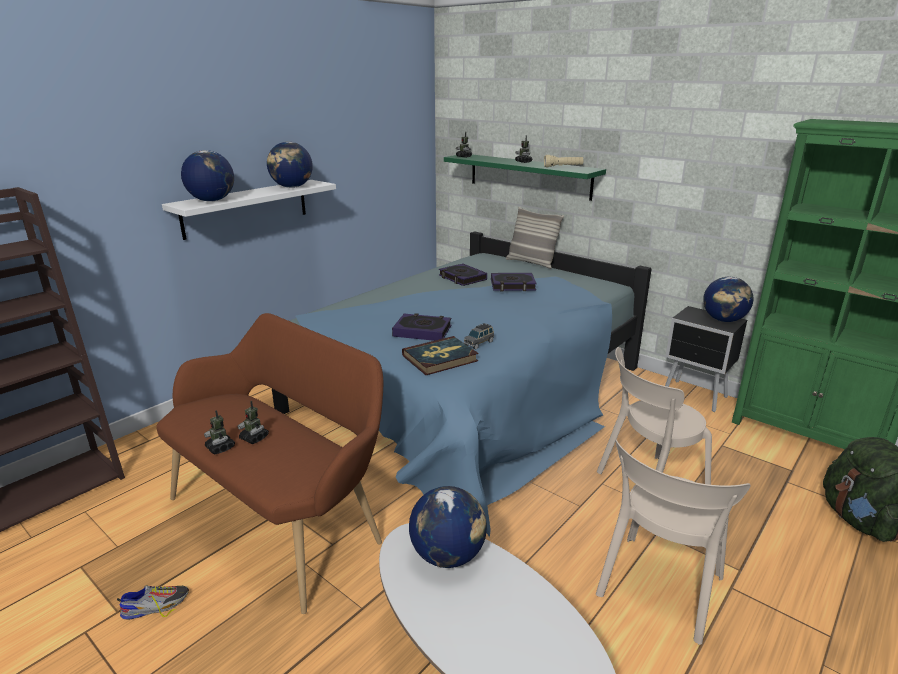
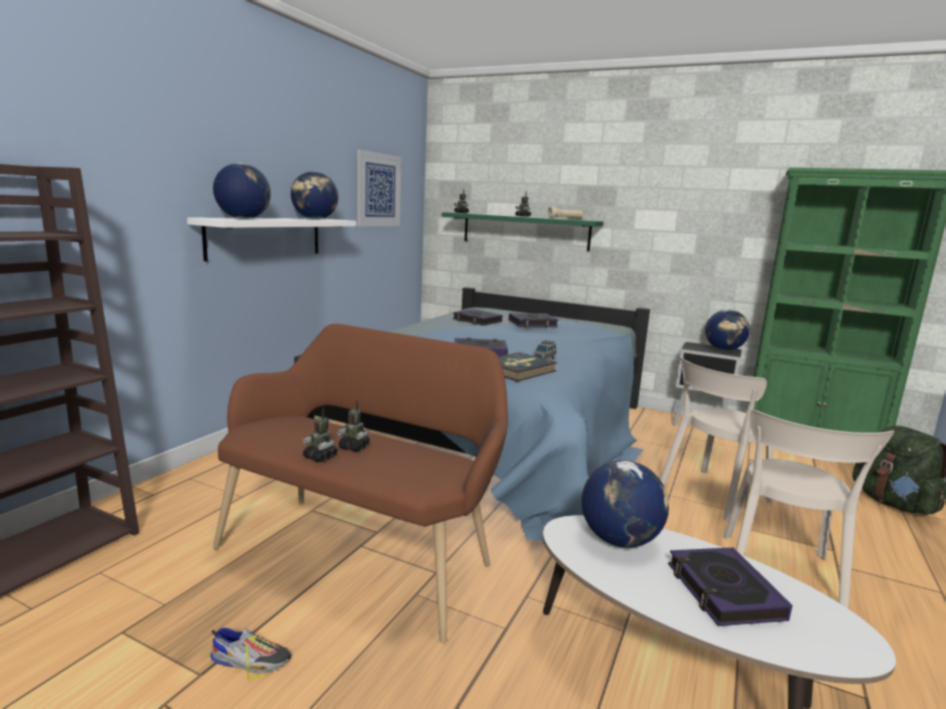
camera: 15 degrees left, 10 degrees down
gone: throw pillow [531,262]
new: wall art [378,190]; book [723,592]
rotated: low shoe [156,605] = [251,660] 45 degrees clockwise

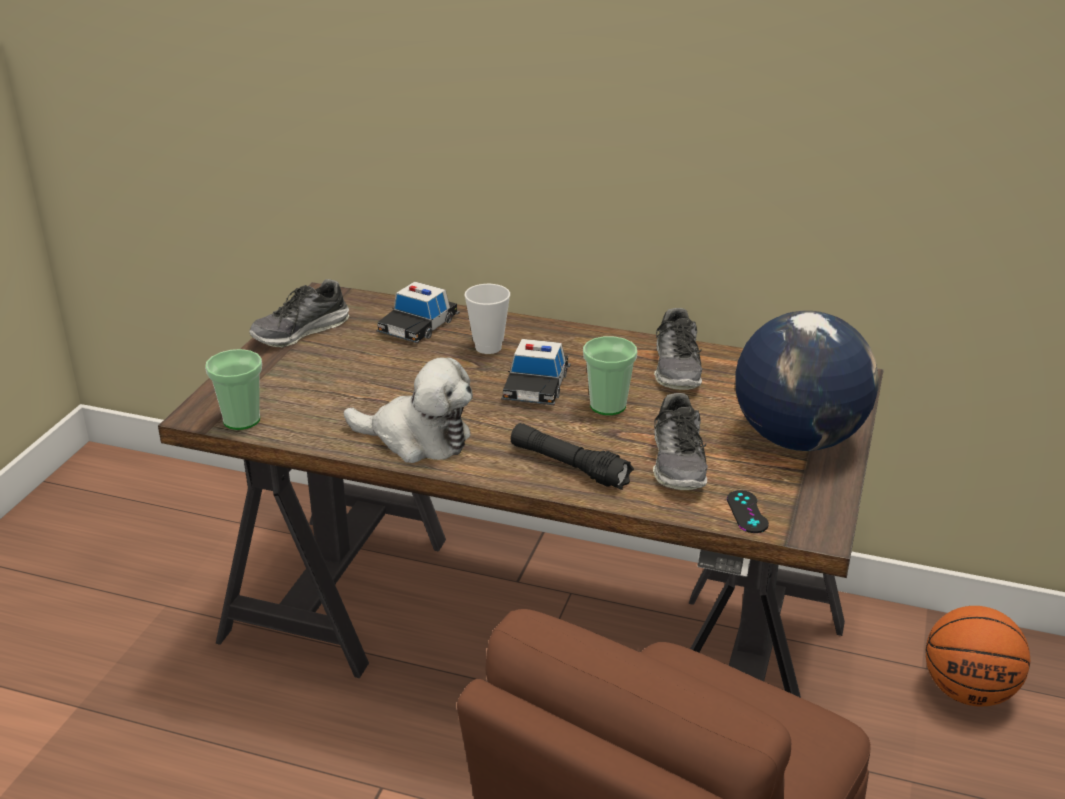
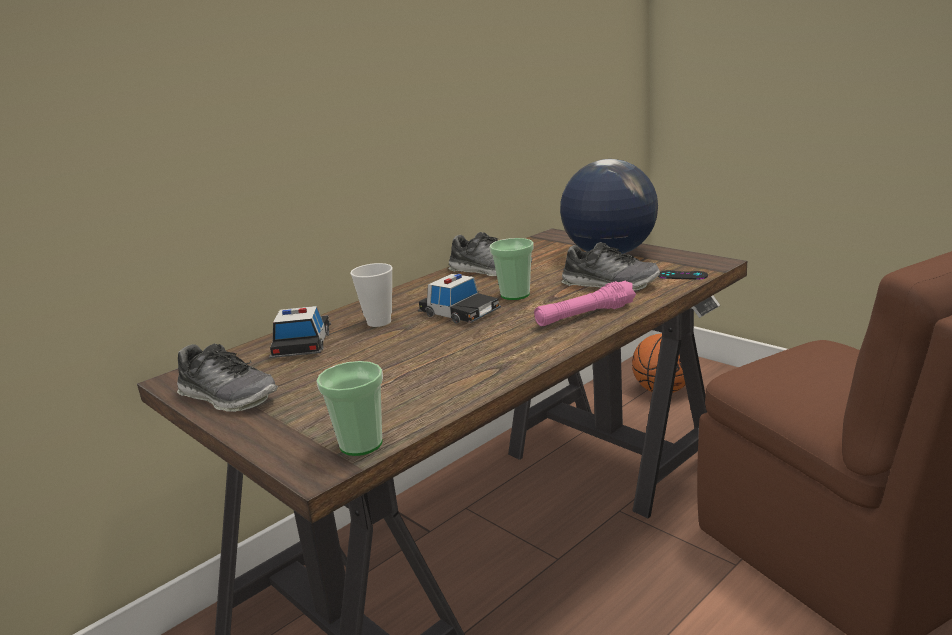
camera: 60 degrees left, 10 degrees down
gone: plush toy [417,439]
repainted: blackish hand torch [569,466] to pink hand torch [585,315]
rotated: low shoe [301,331] = [228,397] 45 degrees counterclockwise; miniature car [418,325] = [302,343] 150 degrees counterclockwise

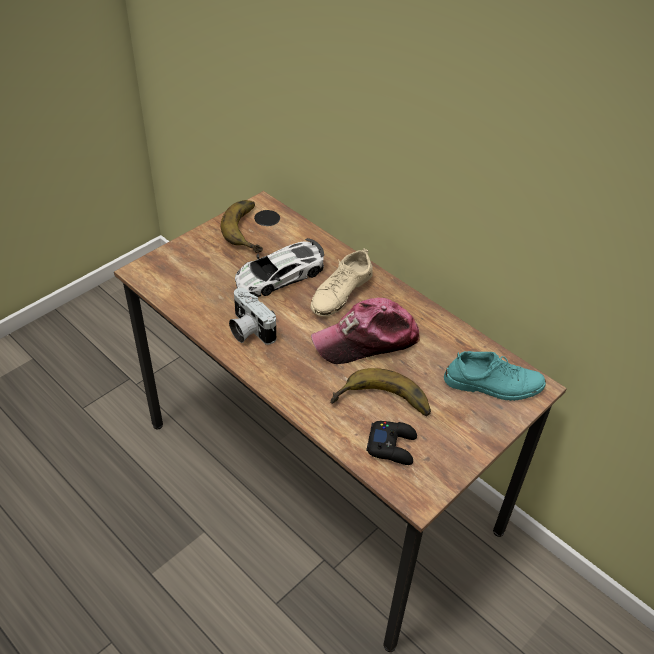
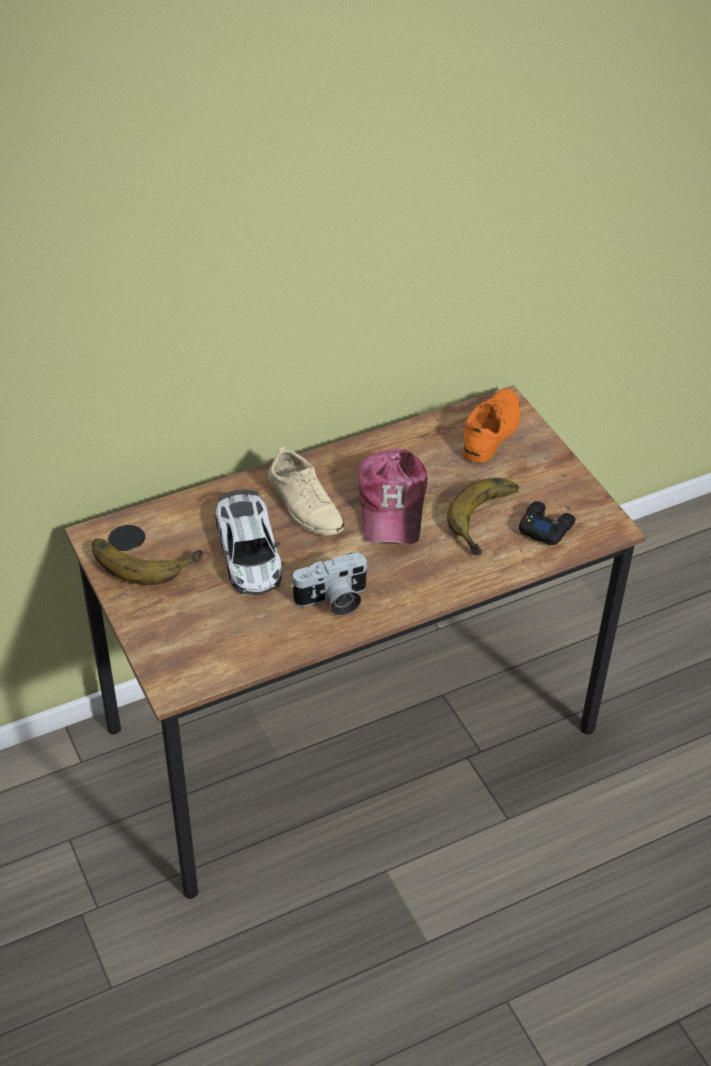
camera: 70 degrees left, 0 degrees up
repainted: blue-green low shoe [493,384] to orange-coloured low shoe [492,431]

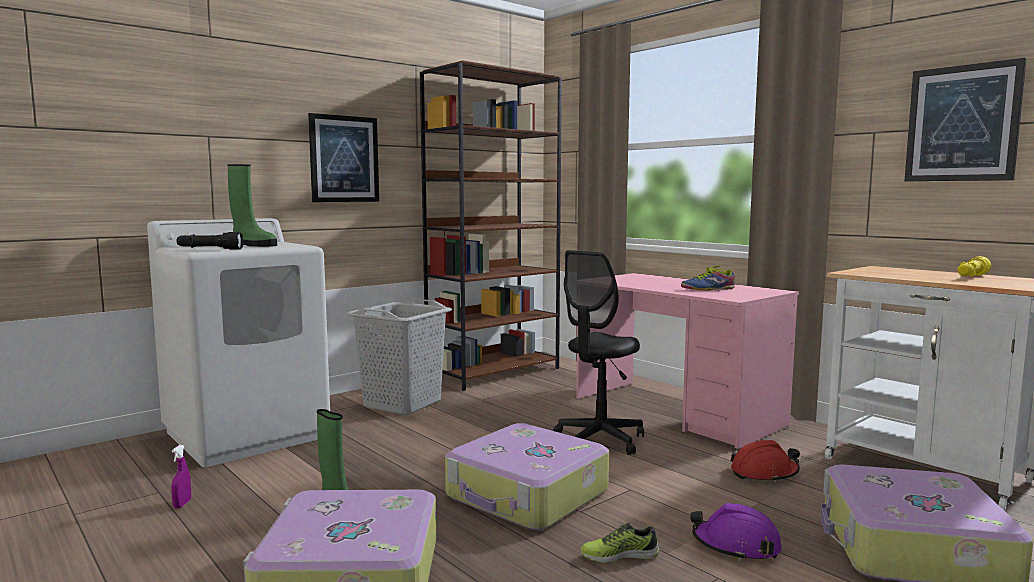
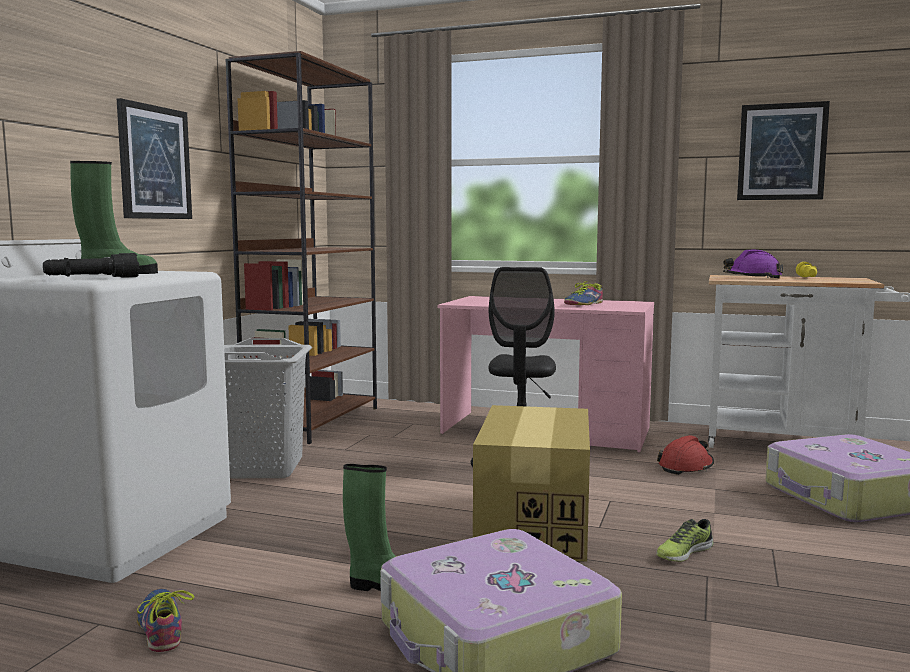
camera: 30 degrees left, 0 degrees up
shifted: purple-coloured hard hat [736,546] to [752,278]
swapped: purple-coloured spray bottle [182,504] to low shoe [161,627]; travel case [527,495] to carton [534,524]

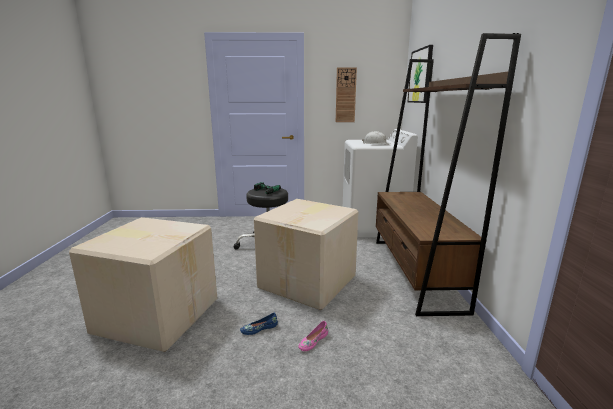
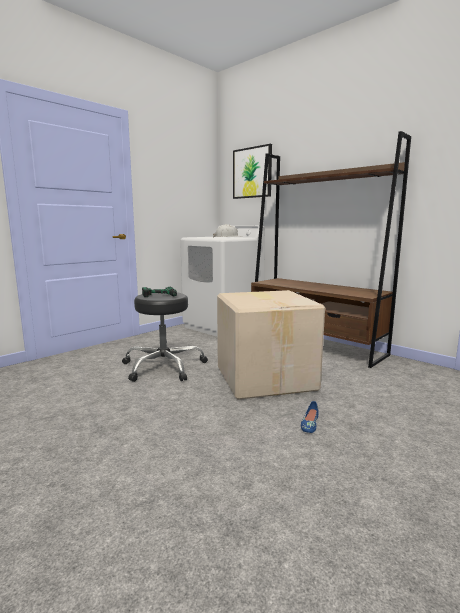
camera: 45 degrees left, 5 degrees down
gone: carton [157,314]; pink low shoe [313,341]; wall clock [345,95]

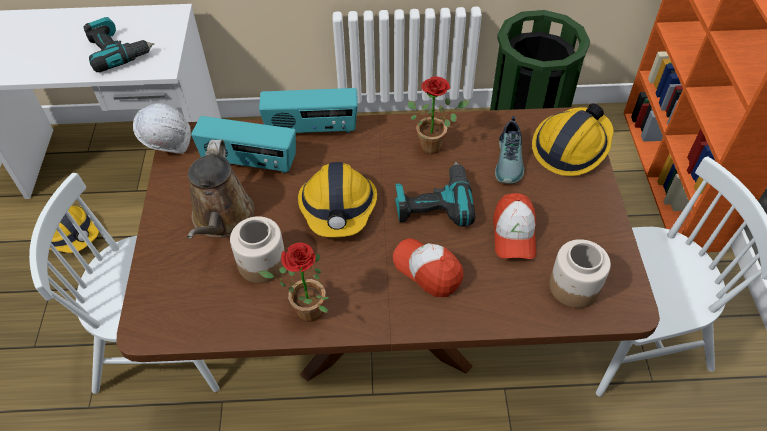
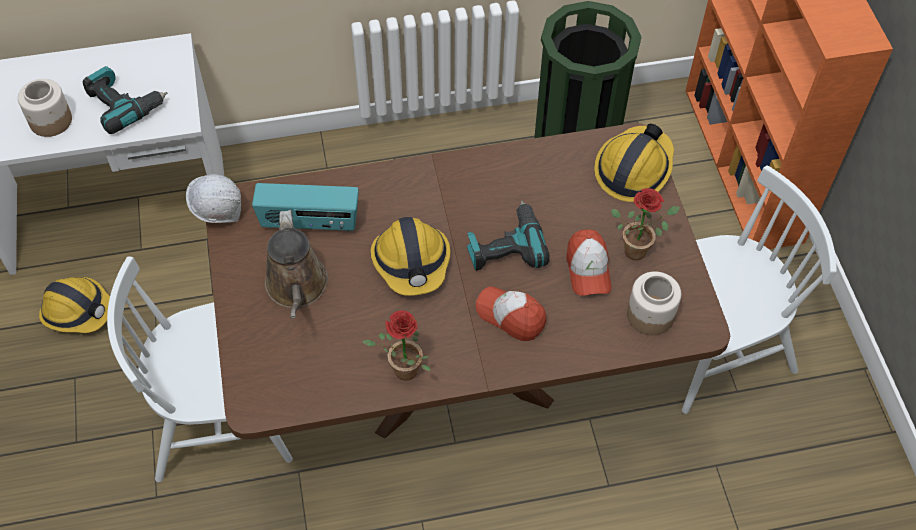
camera: 10 degrees left, 5 degrees up
gone: radio set [312,129]; low shoe [510,160]
shifted: jar [262,263] to [51,121]; houseplant [434,145] to [639,248]

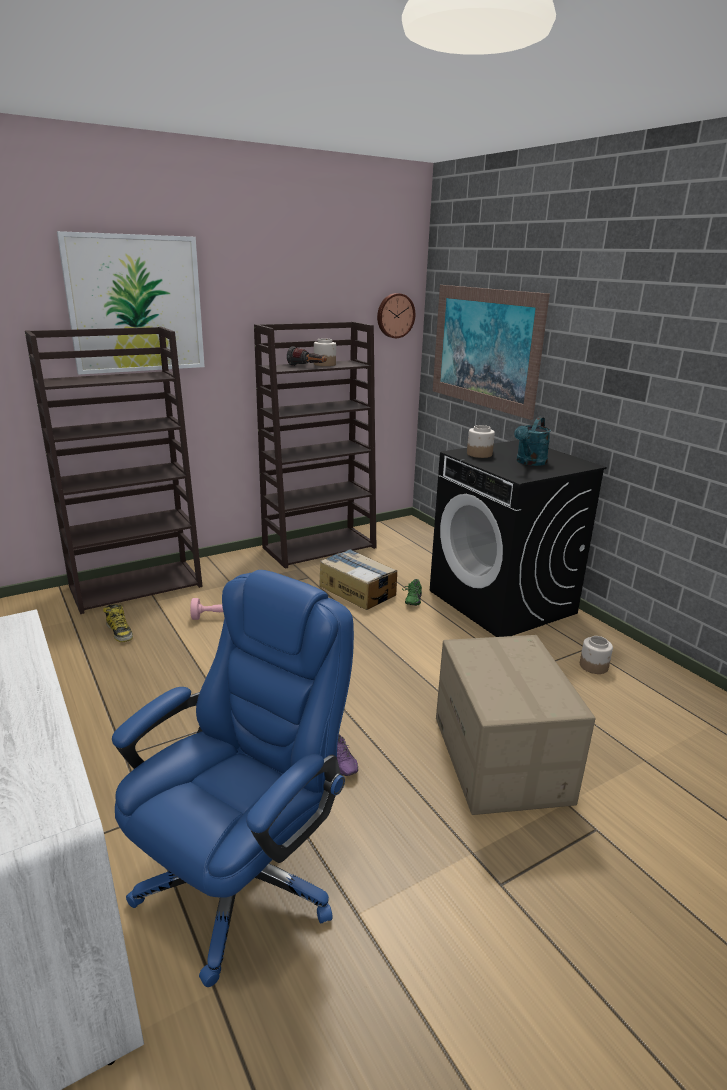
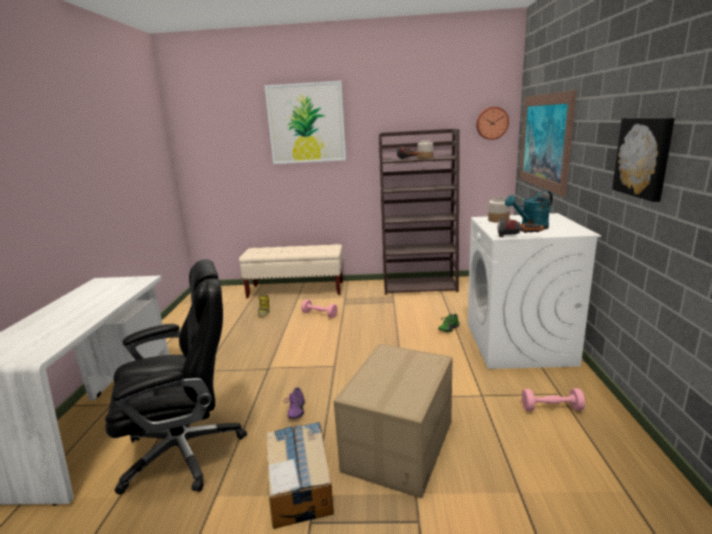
camera: 35 degrees right, 5 degrees down
new: hand torch [519,237]; wall art [644,157]
shifted: carton [357,590] to [300,484]
swapped: brownish bookcase [137,586] to sand-coloured indoor bench [296,290]; jar [594,666] to pink free weight [551,408]
repainted: bluish desk chair [242,878] to blackish desk chair [186,450]; blackish washing machine [502,602] to white-coloured washing machine [519,344]

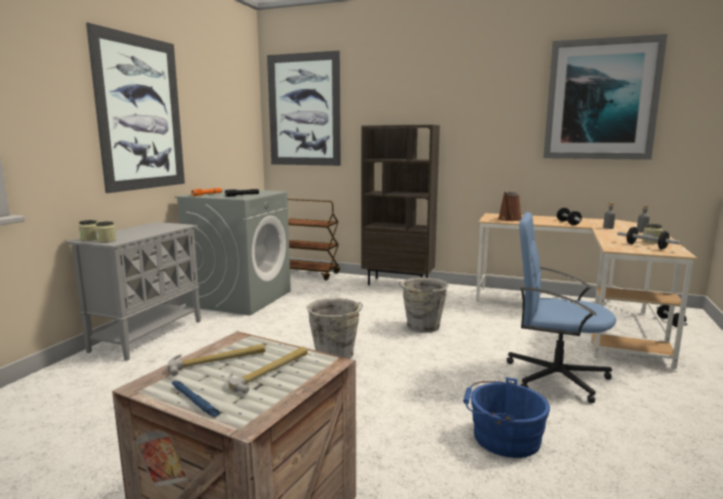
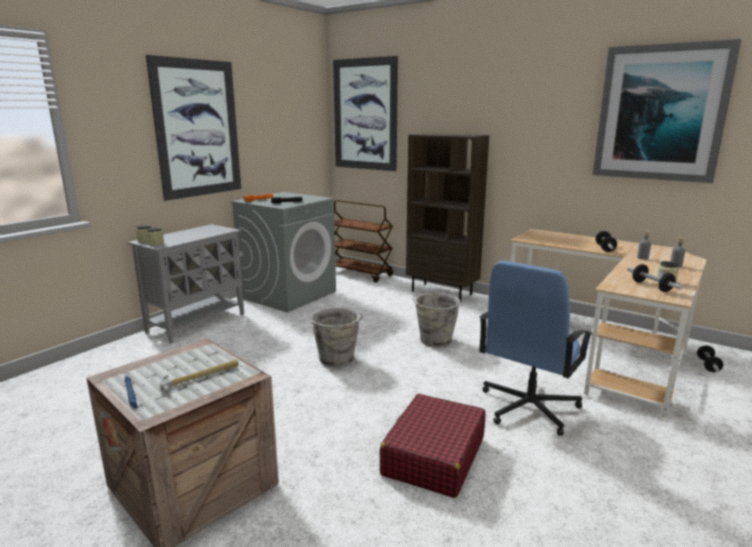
camera: 15 degrees right, 5 degrees up
gone: hammer [218,361]; brownish sprinkling can [509,219]
swapped: bluish water bucket [502,437] to reddish travel case [433,456]
rotated: bluish desk chair [554,376] = [528,407] 90 degrees counterclockwise

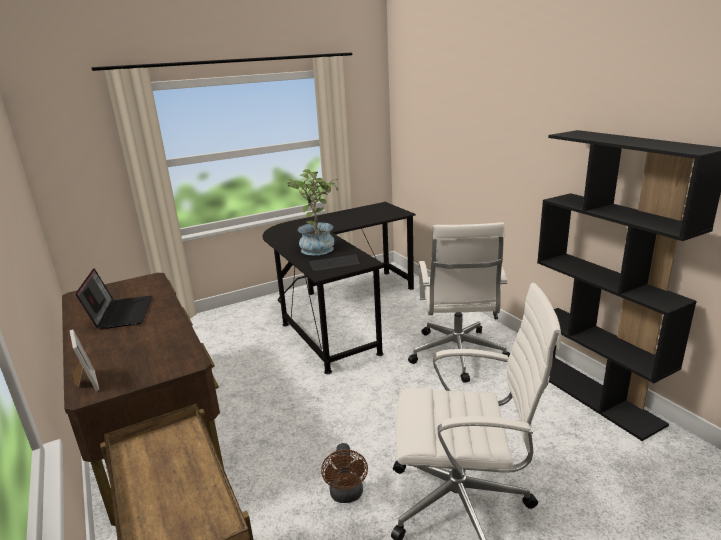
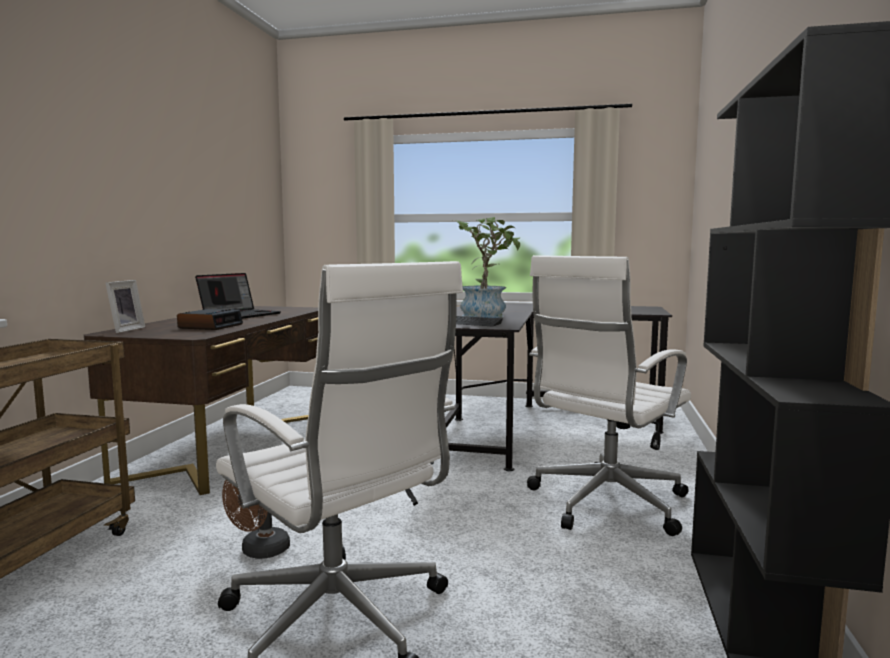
camera: 40 degrees right, 15 degrees down
new: bedside clock [210,326]

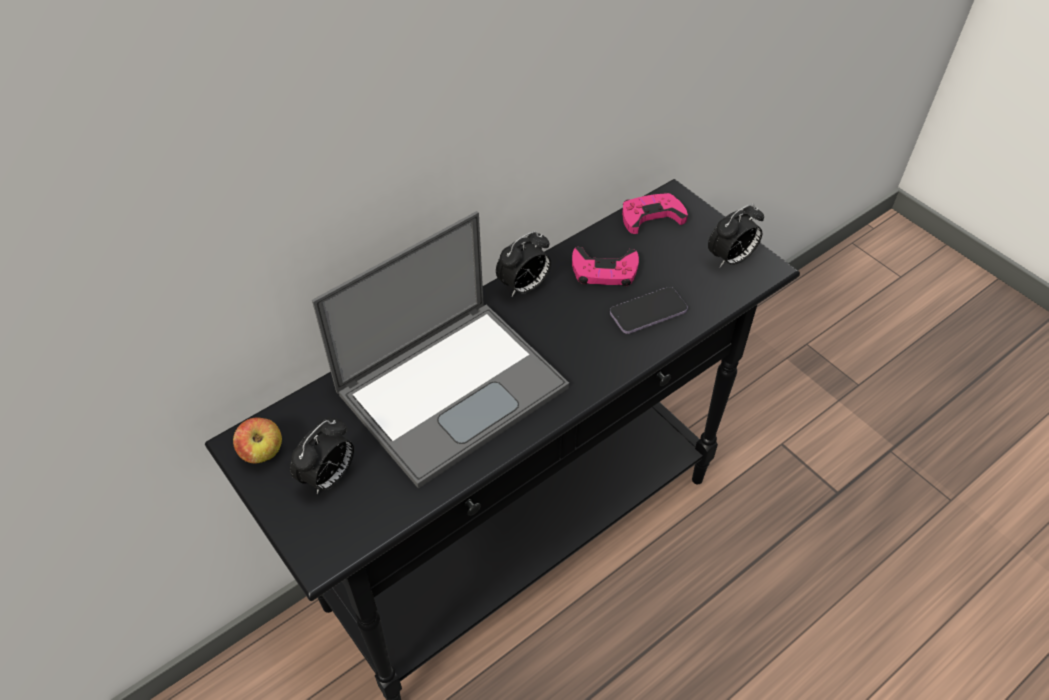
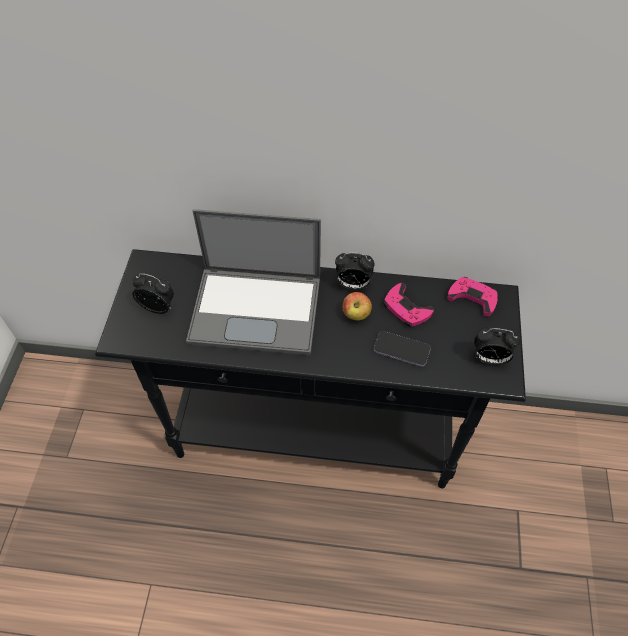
camera: 45 degrees right, 5 degrees up
shifted: apple fruit [262,452] to [356,314]
rotated: bedside clock [329,477] = [159,306] 150 degrees counterclockwise

